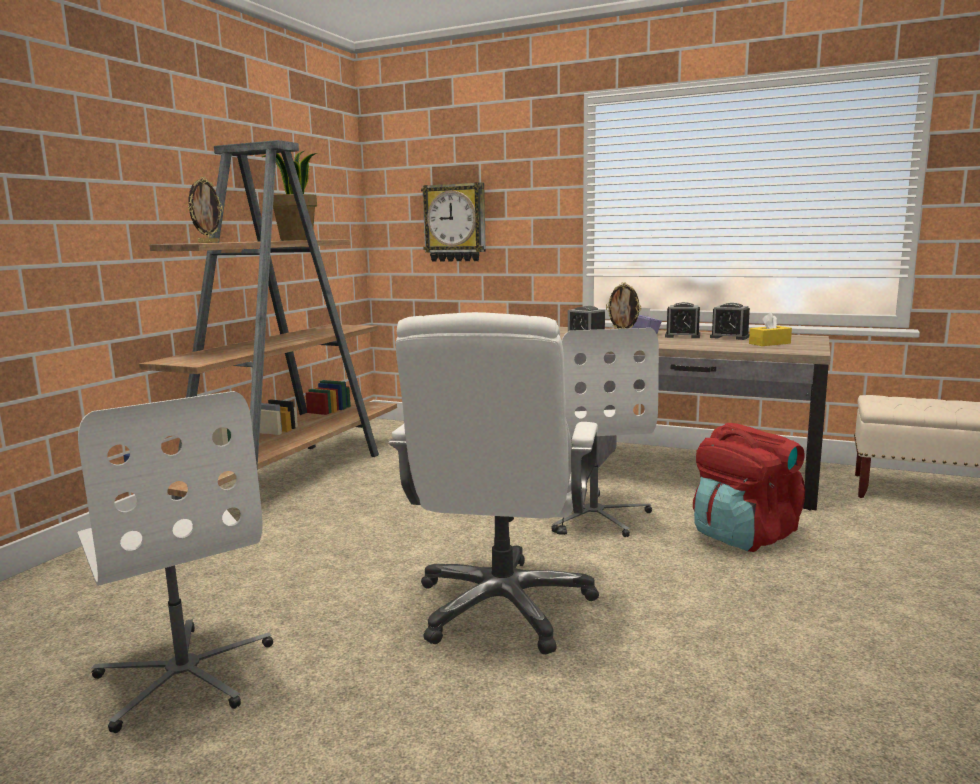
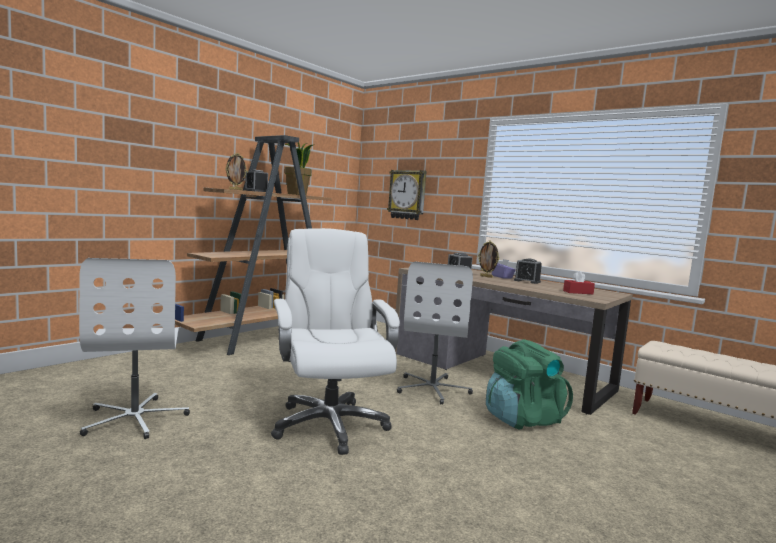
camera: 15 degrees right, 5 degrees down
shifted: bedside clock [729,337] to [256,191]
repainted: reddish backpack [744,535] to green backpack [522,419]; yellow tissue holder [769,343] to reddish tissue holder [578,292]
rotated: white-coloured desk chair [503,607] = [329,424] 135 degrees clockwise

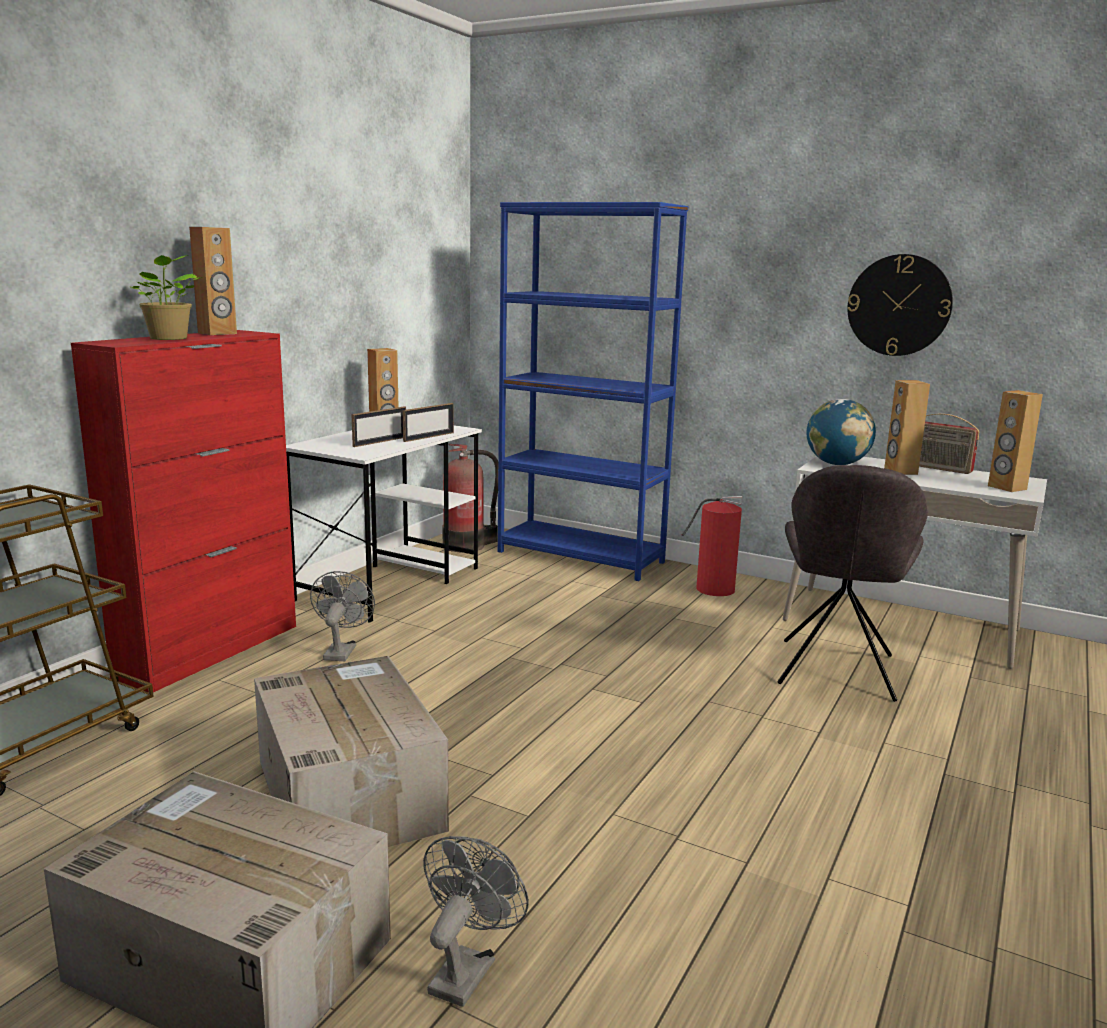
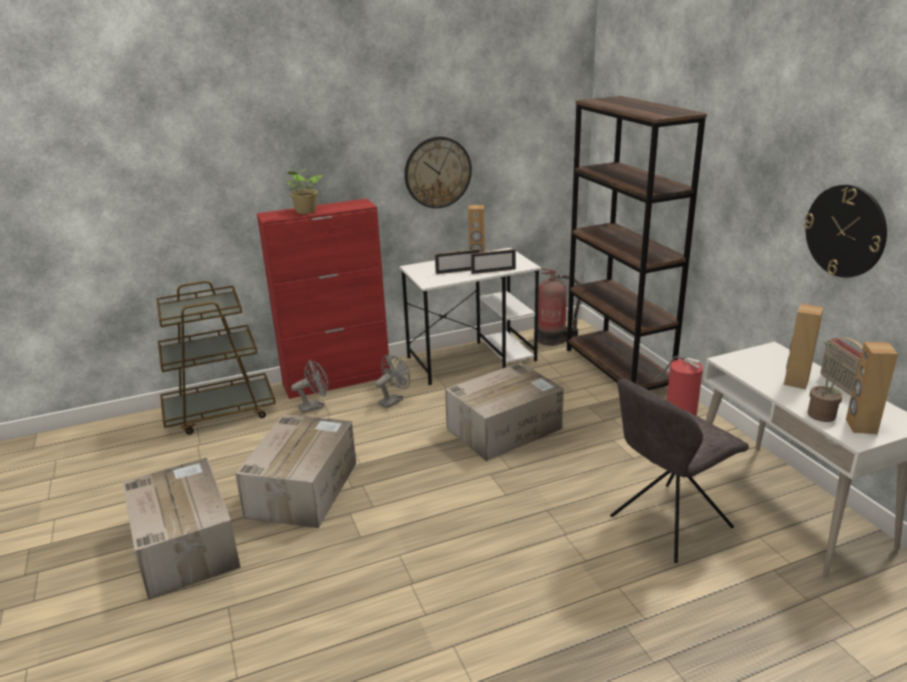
camera: 40 degrees right, 10 degrees up
gone: brownish audio speaker [217,333]; globe [837,464]
new: wall clock [437,172]; carton [505,428]; houseplant [822,412]
shifted: grey fan [466,969] to [315,406]
repainted: bluish bookcase [580,557] to brownish bookcase [617,369]

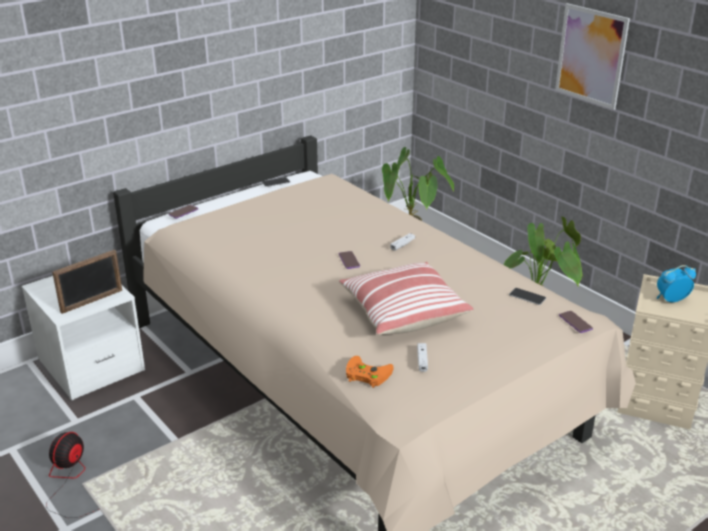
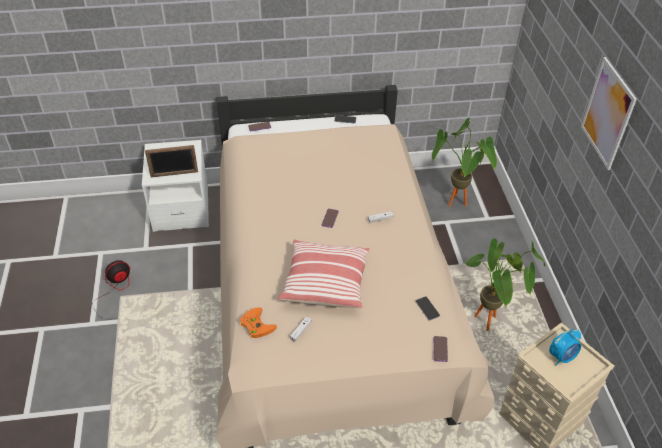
camera: 30 degrees right, 15 degrees up
rotated: bedside clock [671,300] = [562,357] 135 degrees clockwise

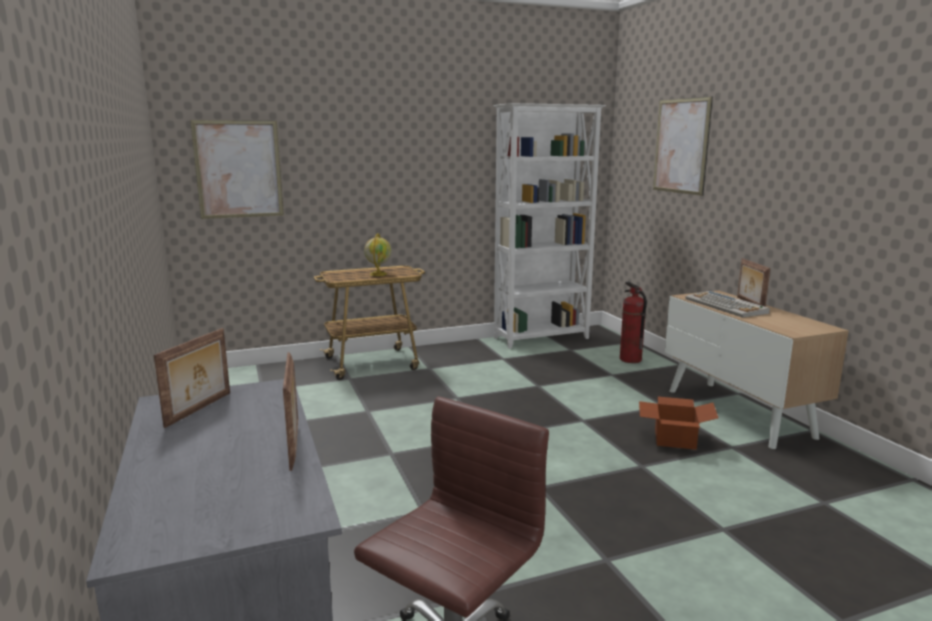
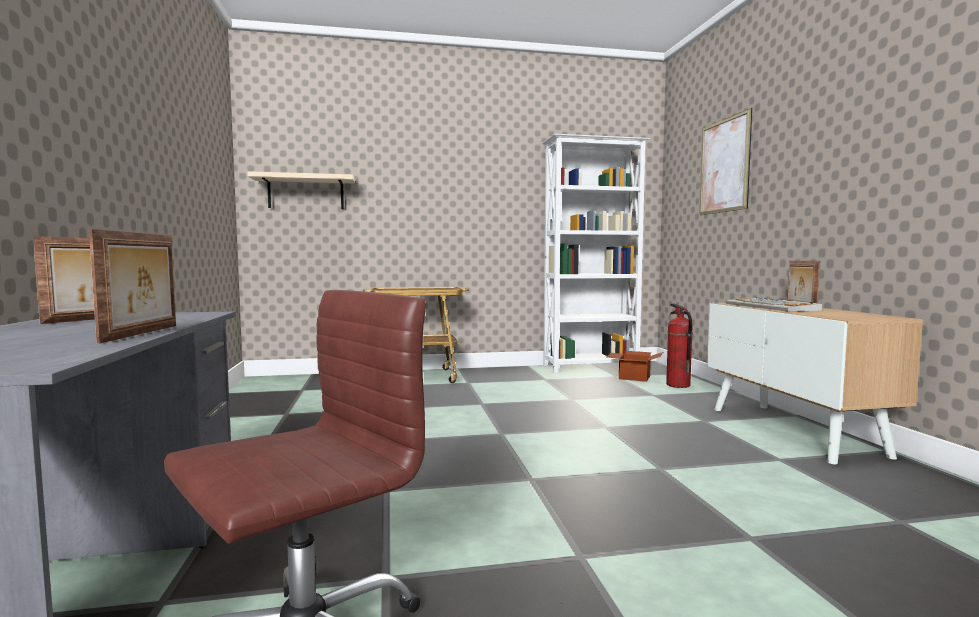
camera: 10 degrees right, 10 degrees down
gone: globe [378,274]
shifted: carton [673,438] to [633,377]
swapped: wall art [238,169] to sand-coloured shelf [306,193]

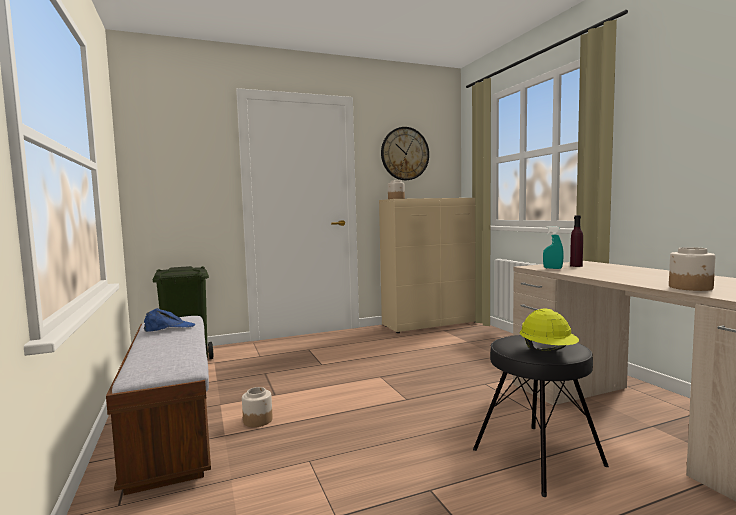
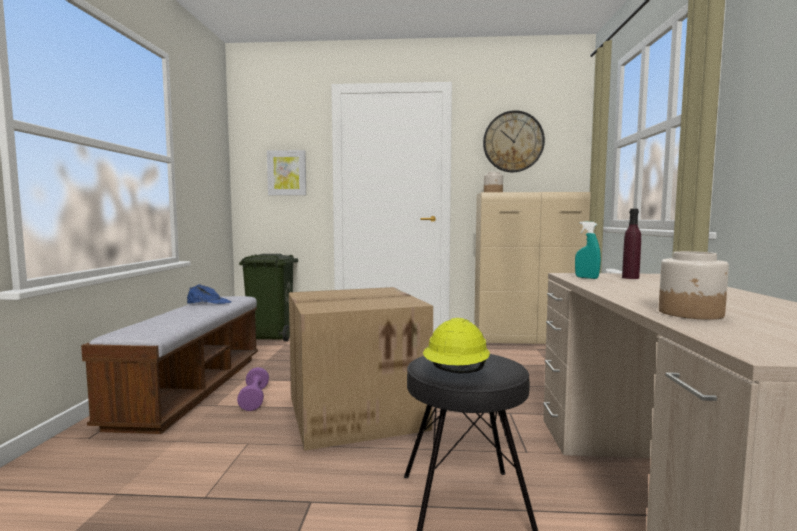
camera: 25 degrees right, 0 degrees up
new: wall art [287,173]; carton [357,412]
swapped: jar [258,420] to purple-coloured free weight [254,399]

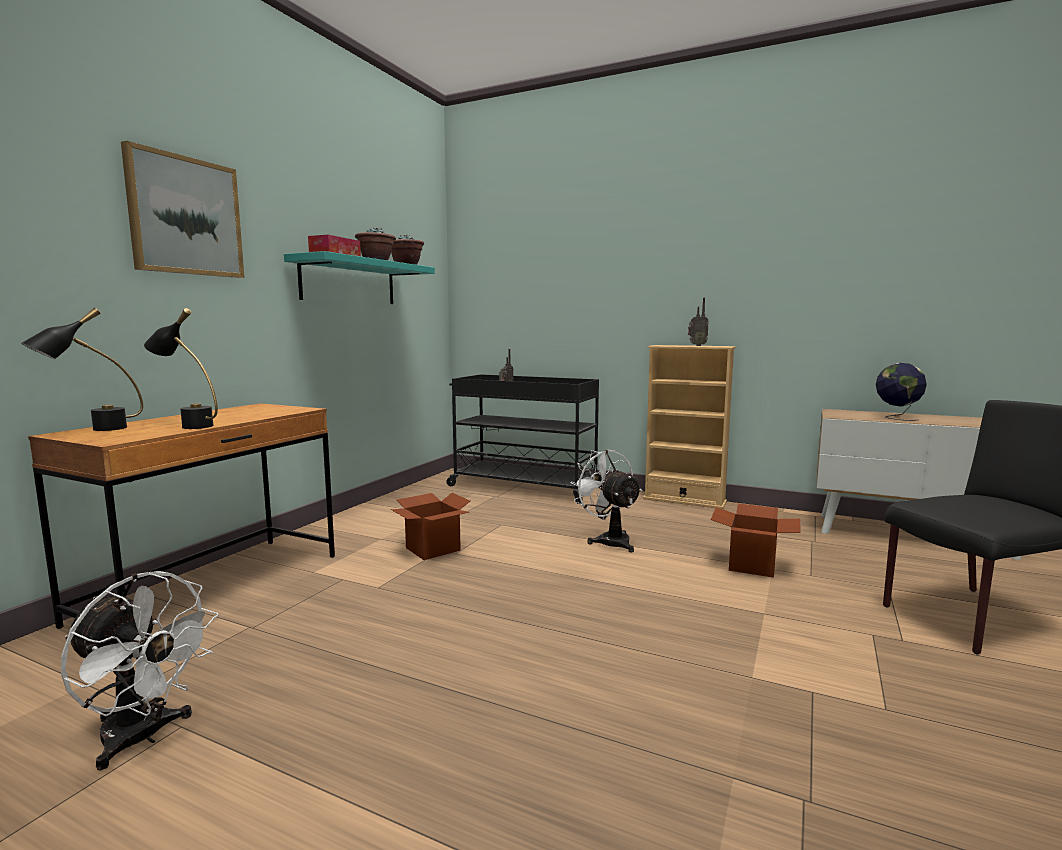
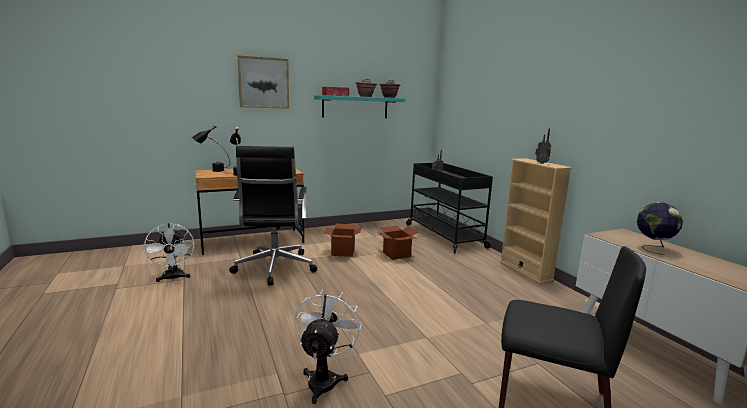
camera: 40 degrees right, 5 degrees up
new: blackish desk chair [274,268]
shifted: white-coloured fan [609,540] to [324,378]; carton [752,565] to [396,254]

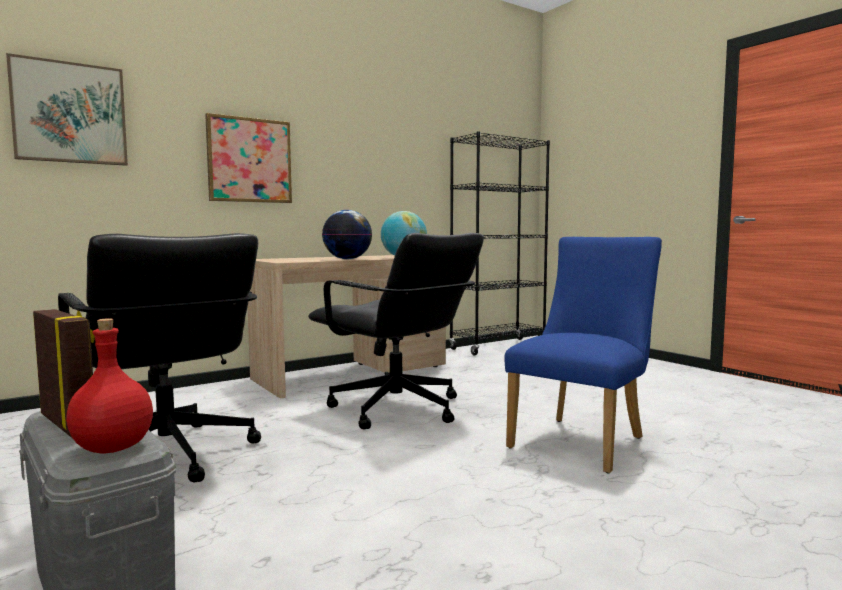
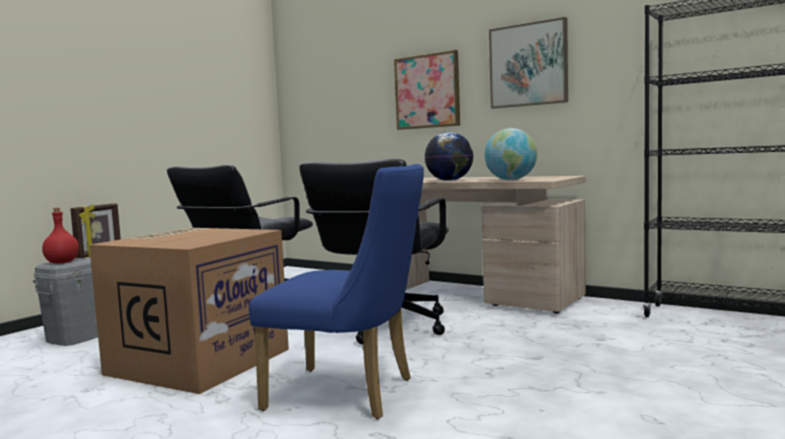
camera: 70 degrees right, 0 degrees up
new: carton [199,361]
shifted: wall art [70,113] to [528,65]

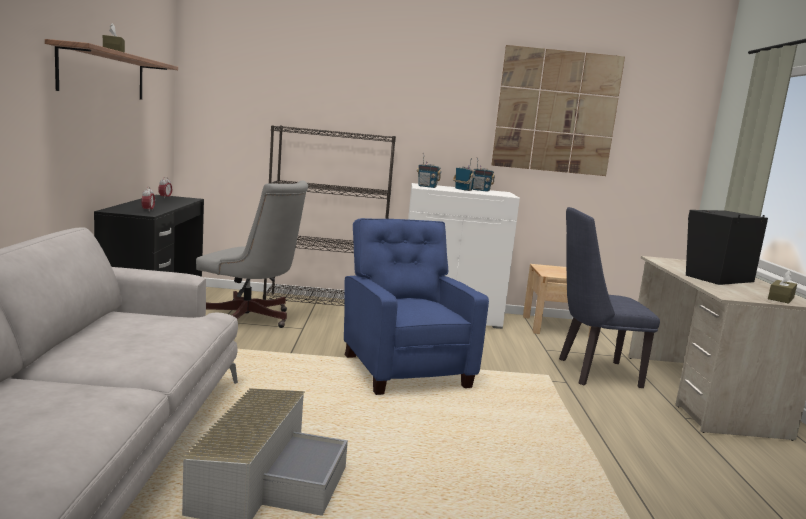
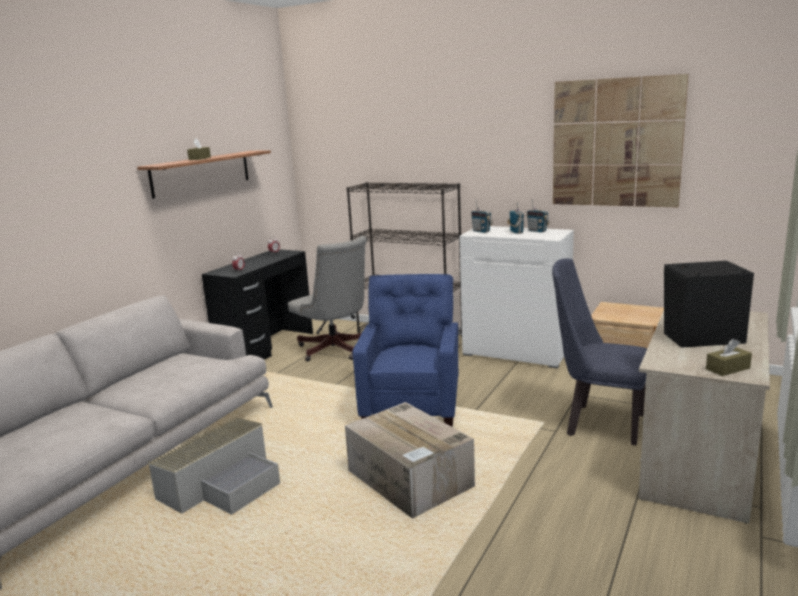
camera: 30 degrees right, 5 degrees up
new: carton [411,480]

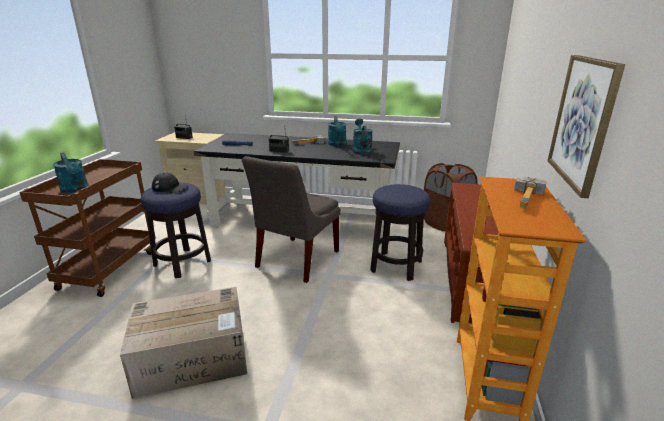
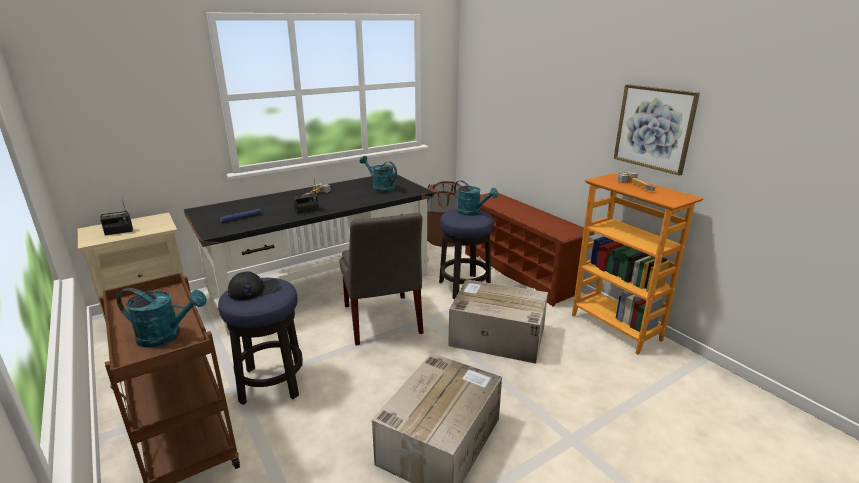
camera: 45 degrees left, 0 degrees up
new: carton [496,336]
shifted: blue-green sprinkling can [337,145] to [472,213]

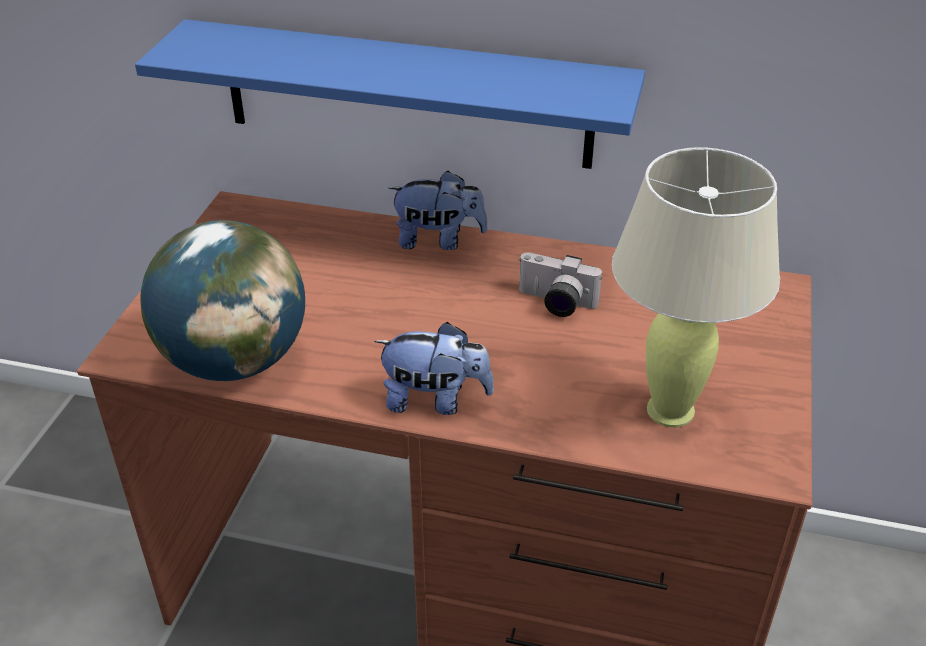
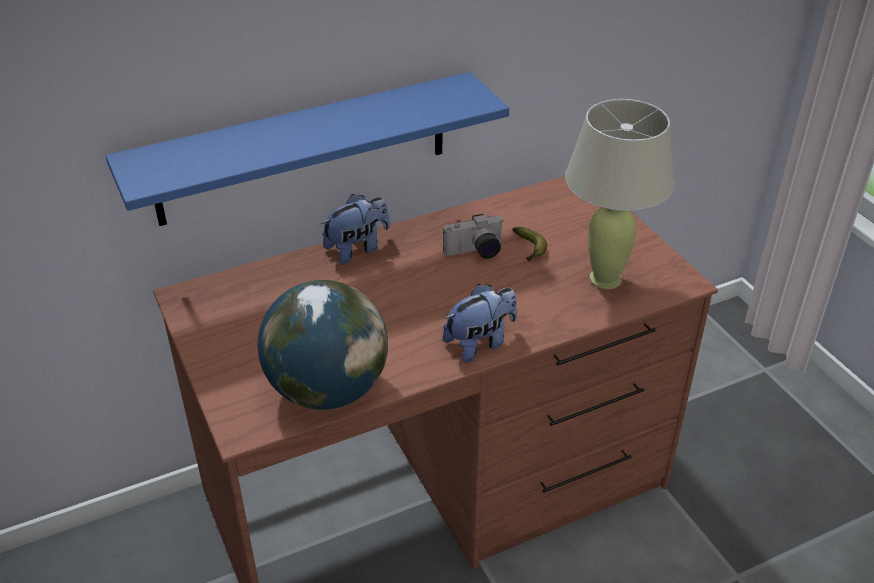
camera: 40 degrees left, 0 degrees up
new: banana fruit [529,249]

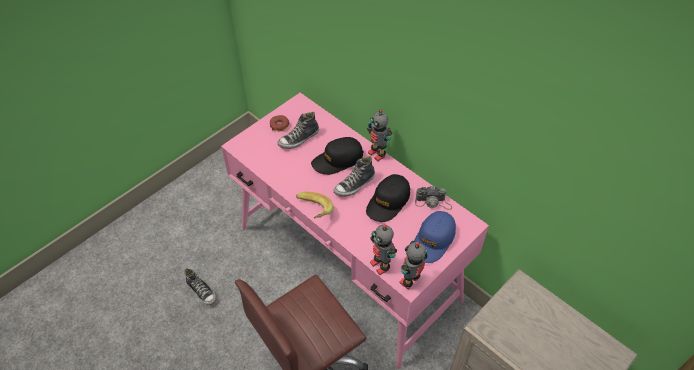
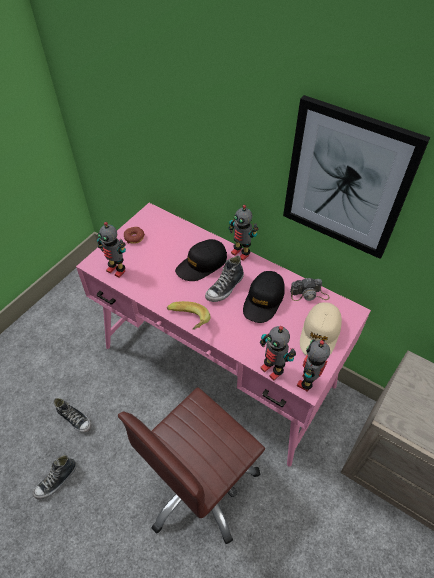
camera: 10 degrees left, 0 degrees up
new: model robot [117,270]; wall art [346,180]
shifted: low shoe [299,139] to [56,480]
repainted: bluish cap [433,240] to sand-coloured cap [320,334]

